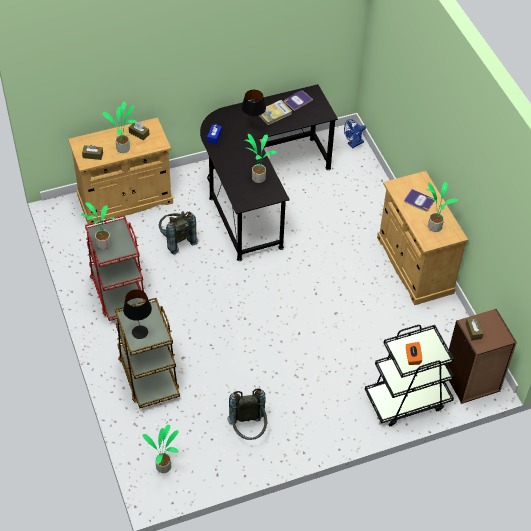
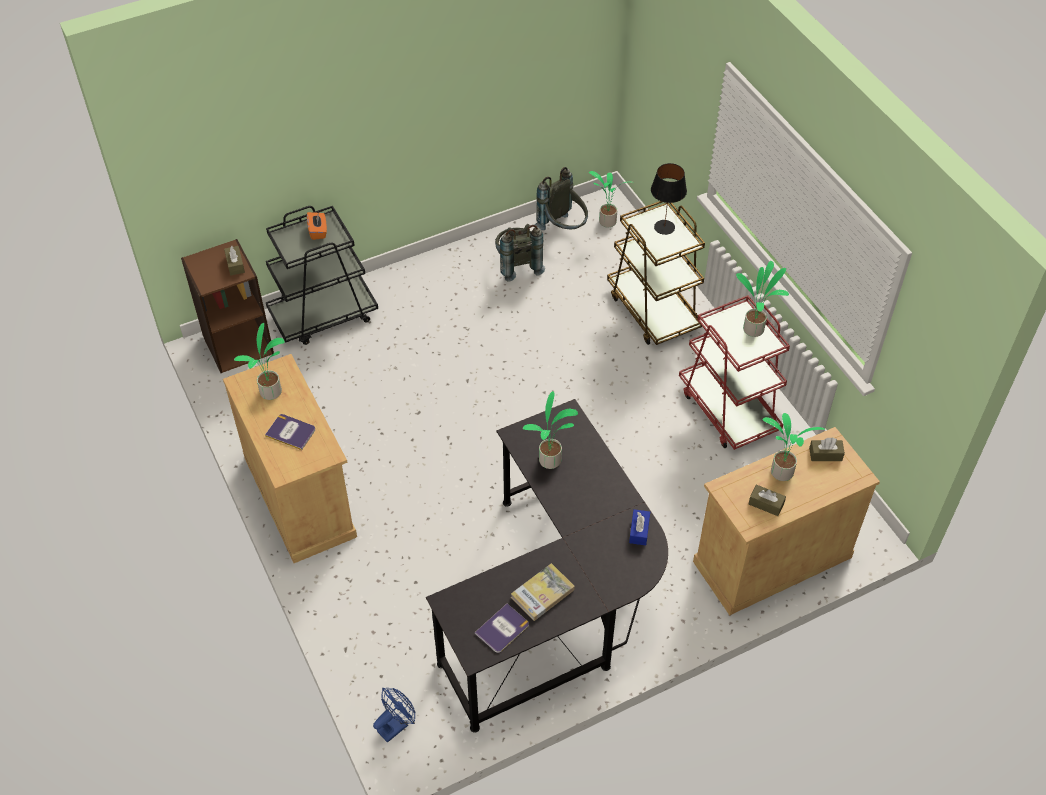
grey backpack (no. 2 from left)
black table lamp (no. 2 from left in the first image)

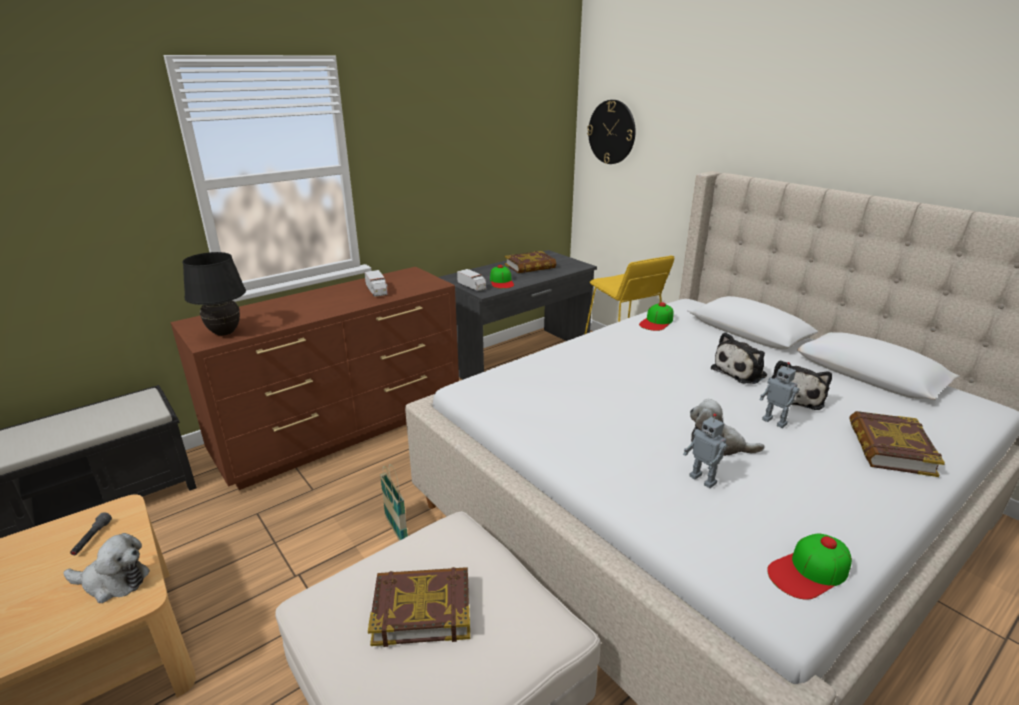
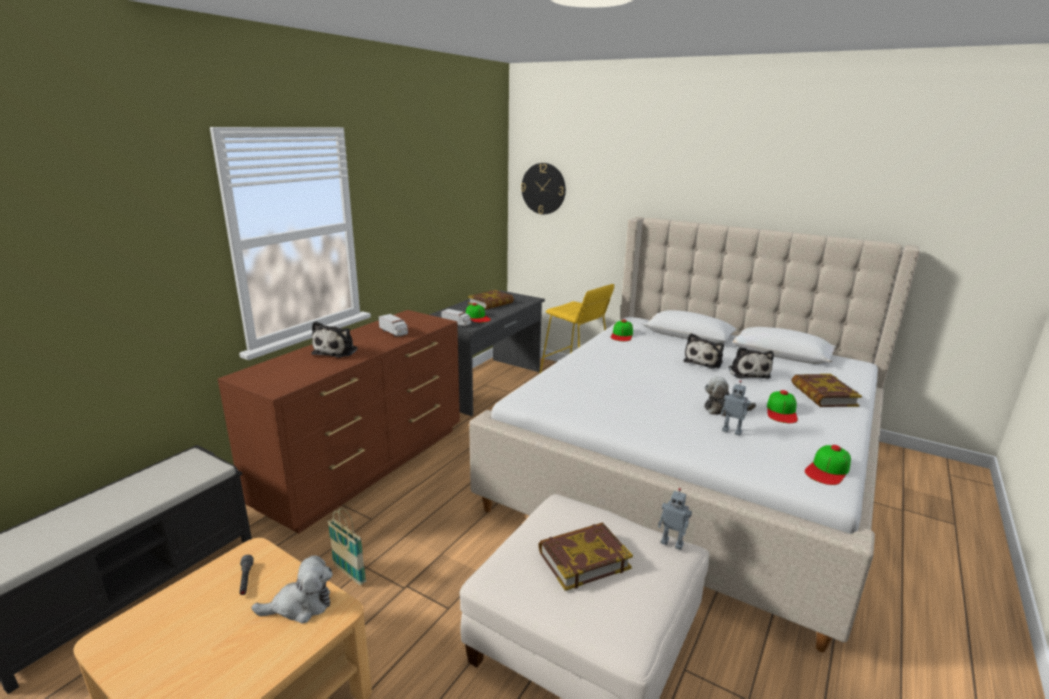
plush toy (no. 2 from left)
basket
toy robot (no. 1 from left)
cap (no. 3 from left)
black table lamp

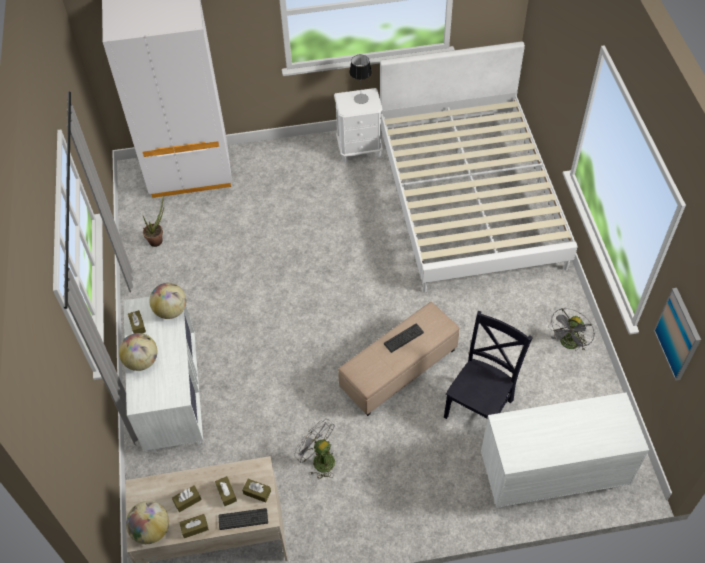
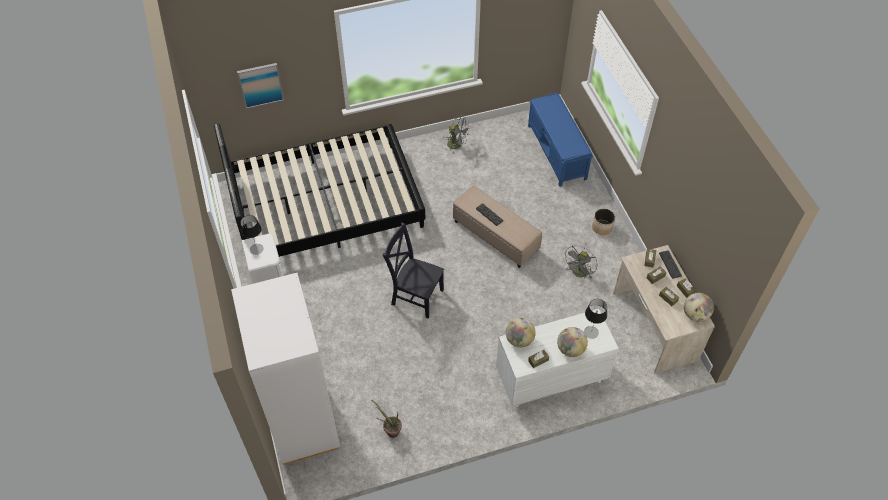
black bed
picture
black chair
blue bench
table lamp (no. 2 from left)
planter

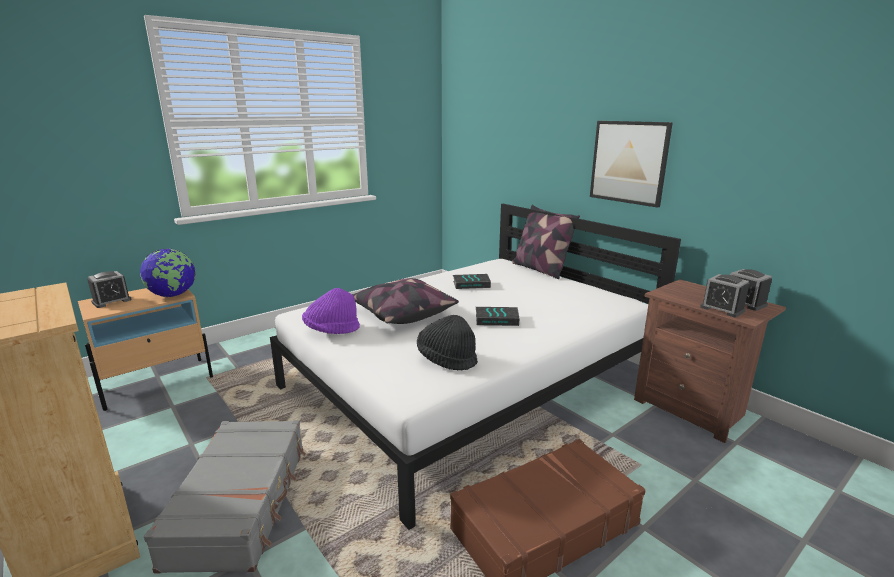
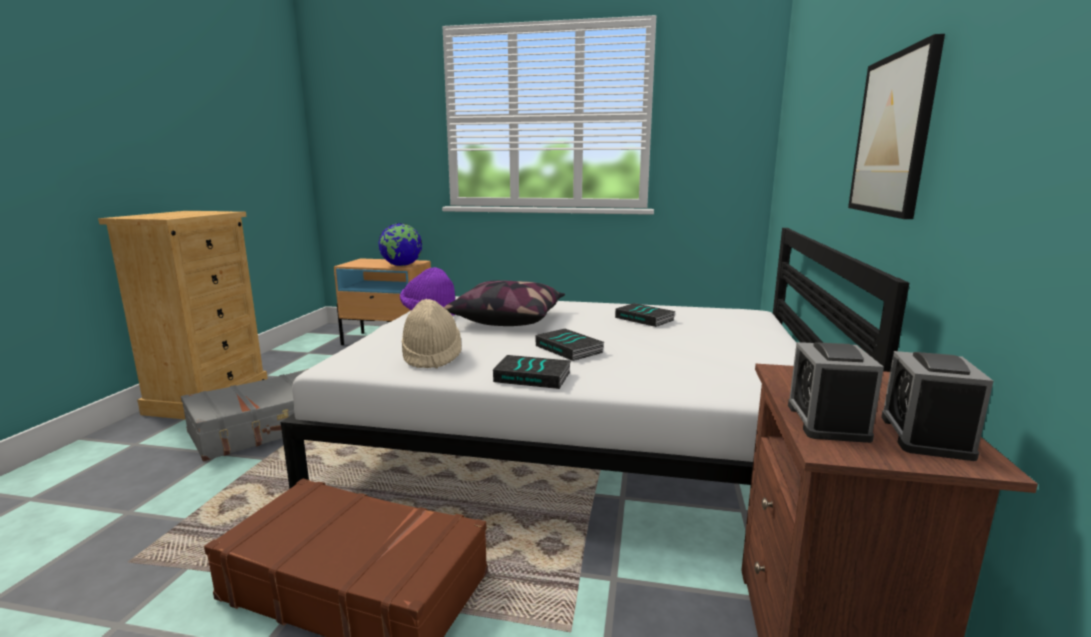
beige hat
book (no. 1 from left)
alarm clock (no. 1 from left in the first image)
pillow (no. 2 from left in the first image)

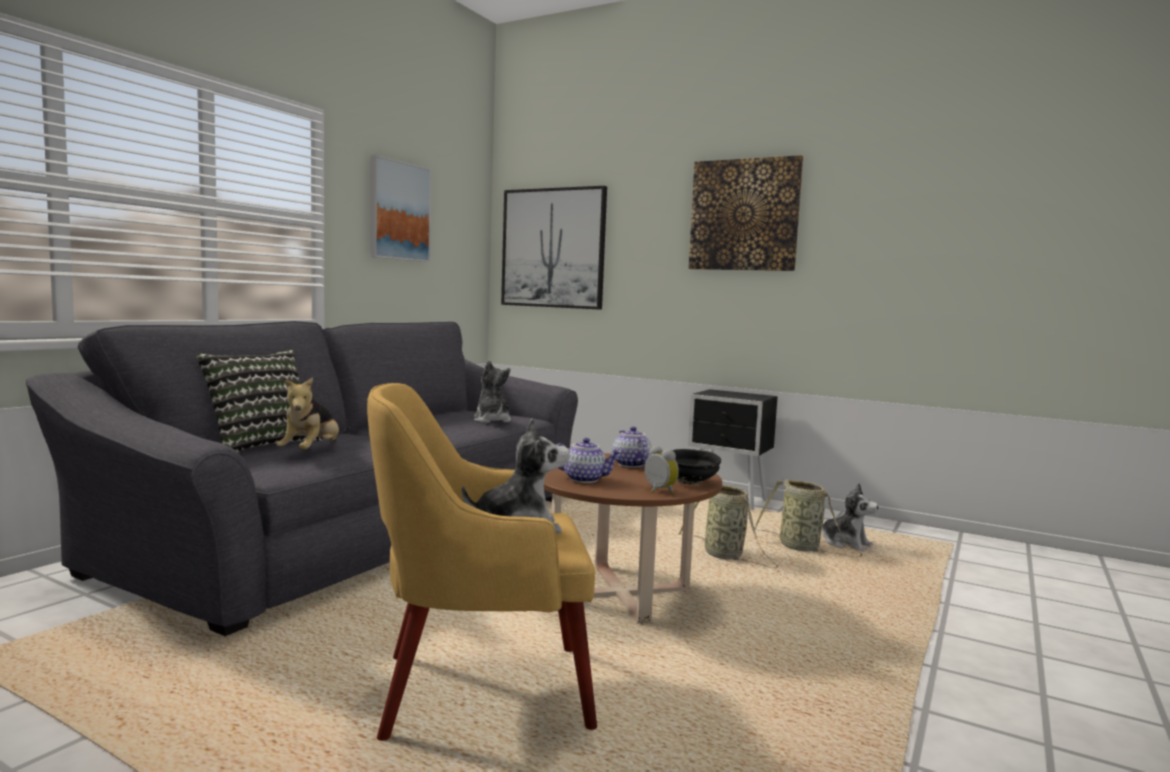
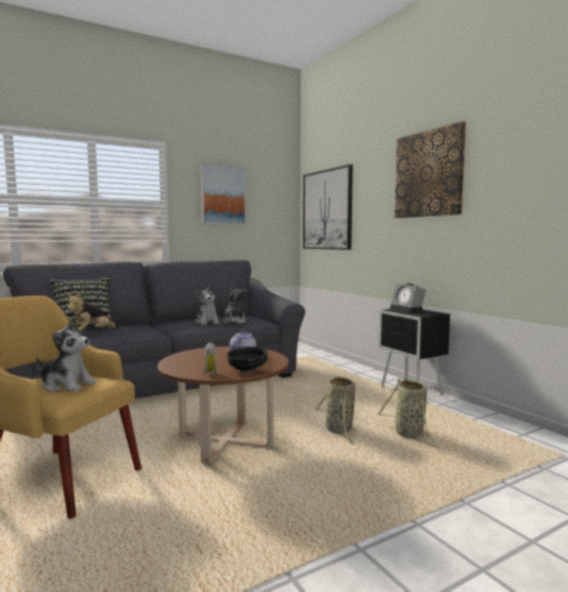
plush toy (no. 3 from left)
alarm clock (no. 2 from left)
teapot (no. 1 from left in the first image)

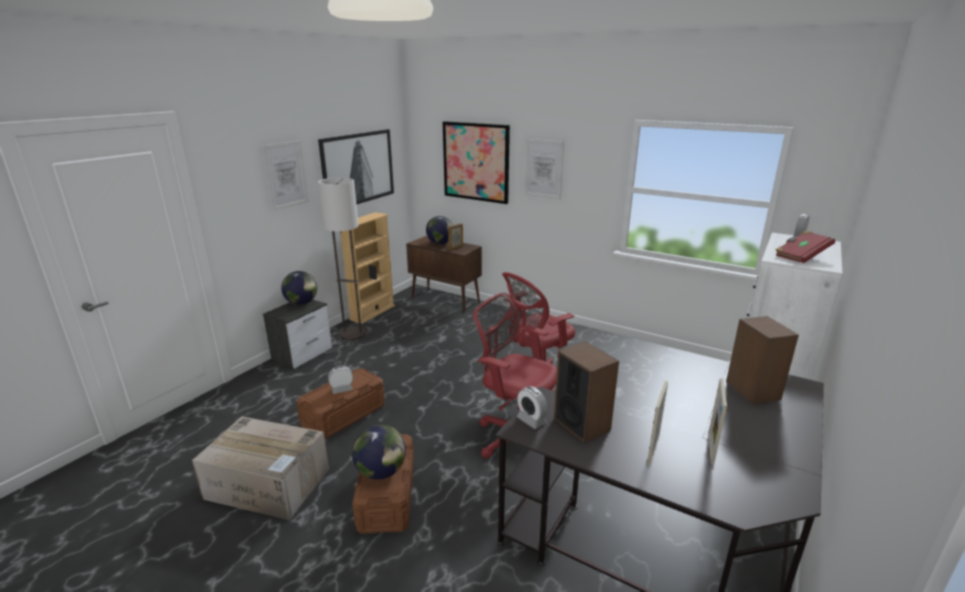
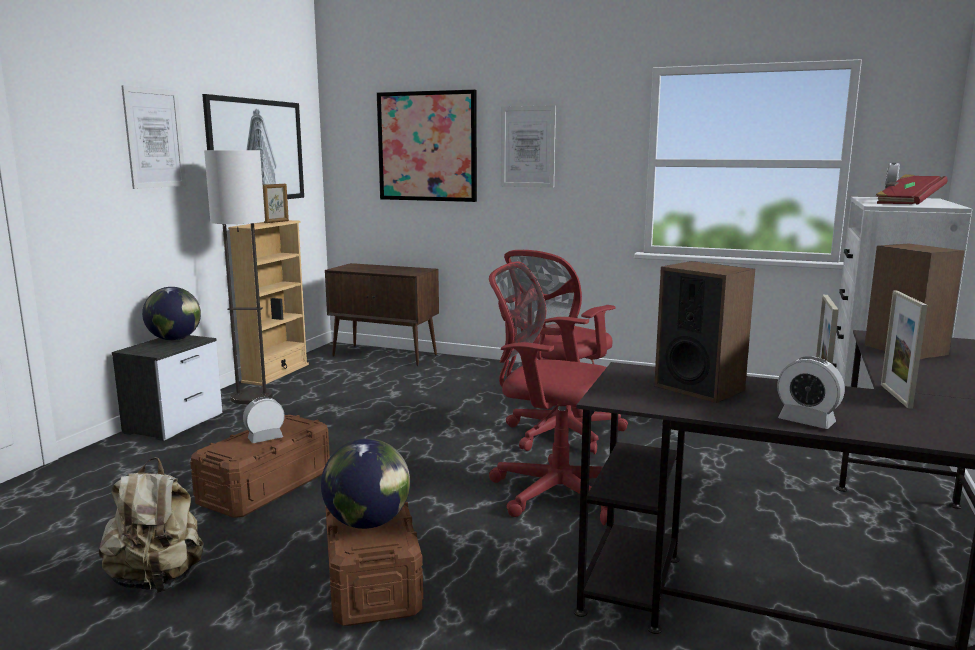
beige backpack
picture frame (no. 1 from left)
alarm clock (no. 2 from left)
globe (no. 3 from left in the first image)

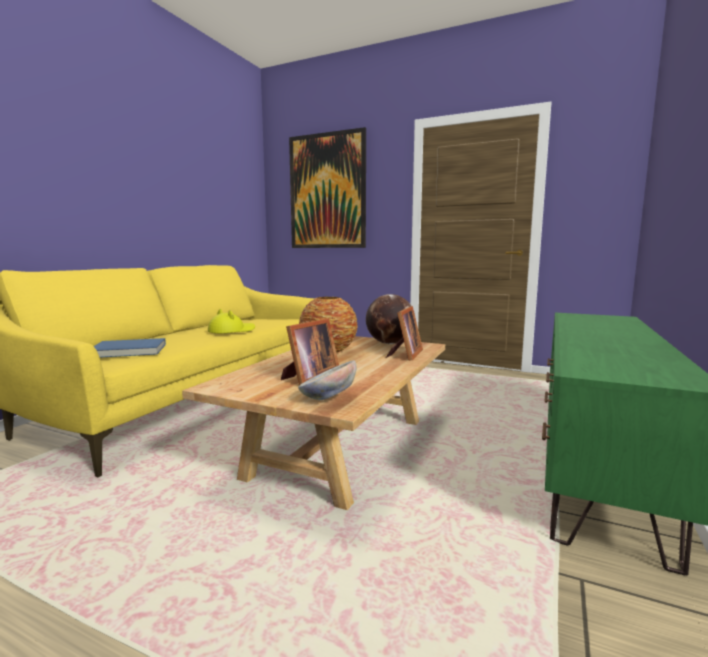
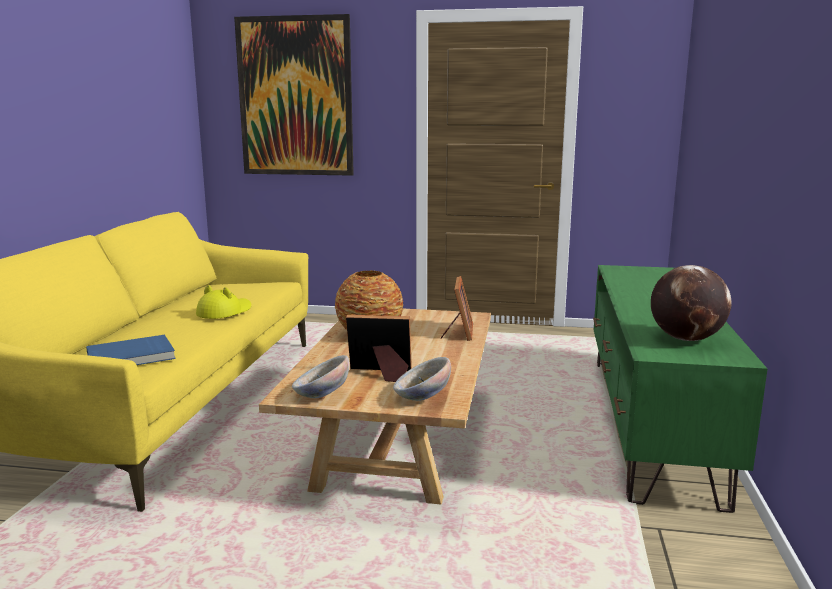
bowl (no. 1 from left)
picture frame (no. 1 from left)
globe

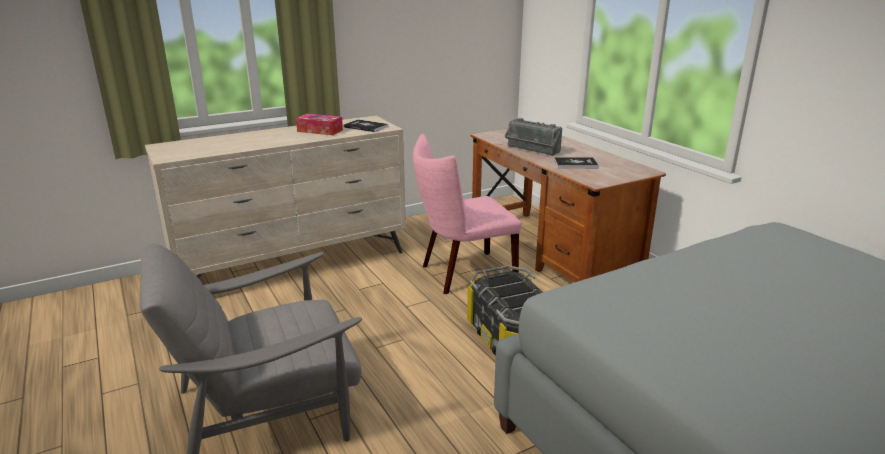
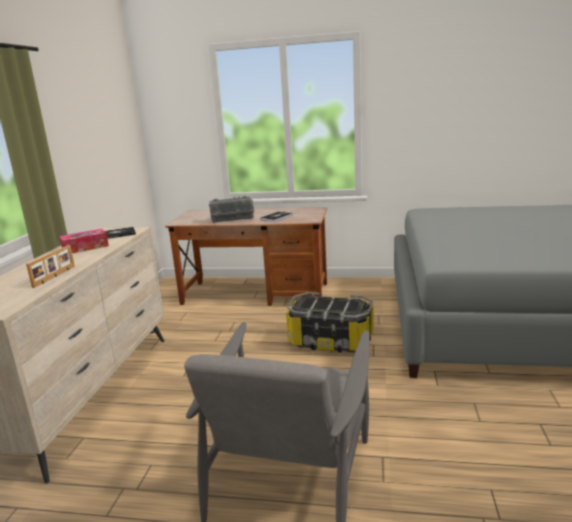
picture frame
pink chair

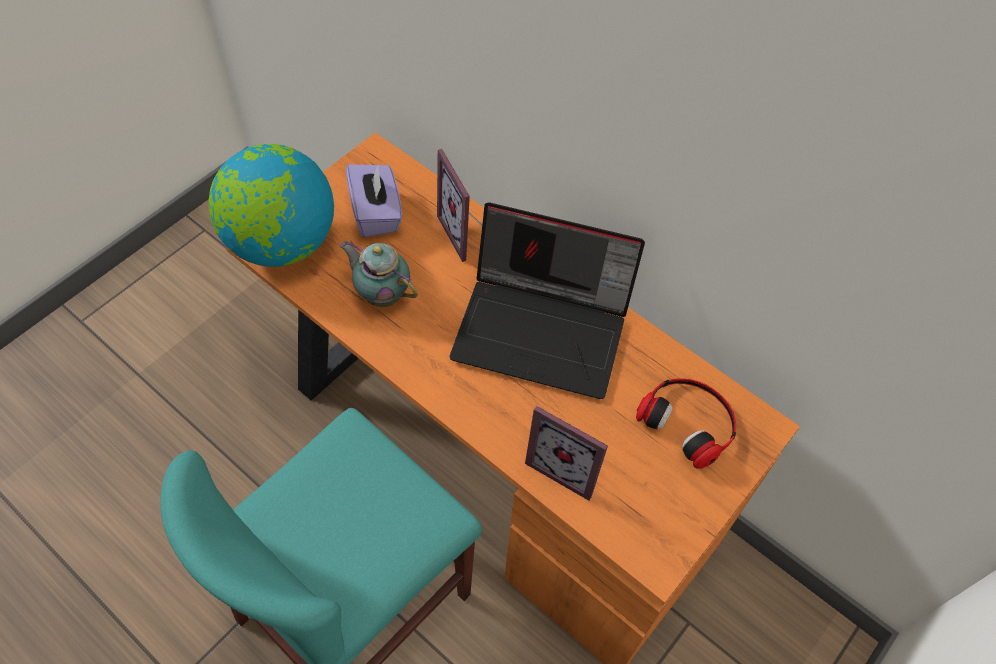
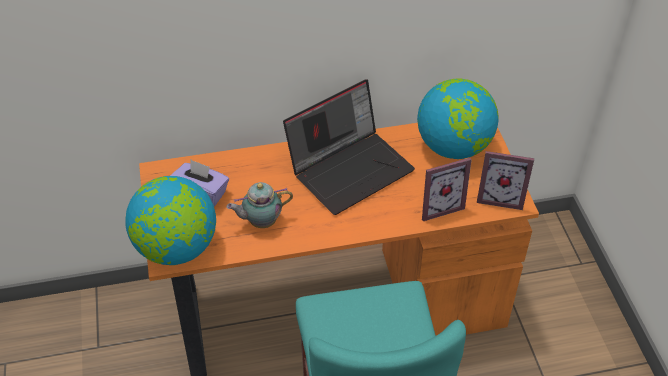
globe (no. 2 from left)
picture frame (no. 2 from left)

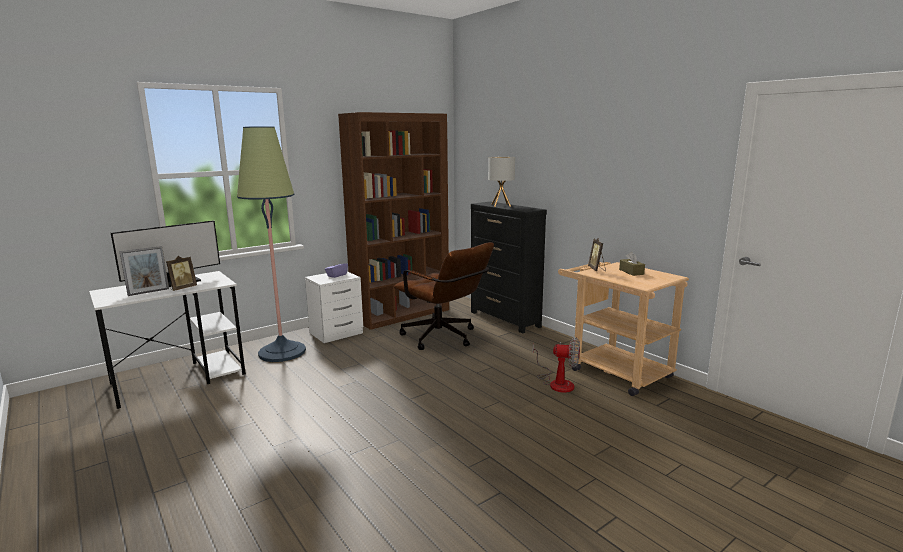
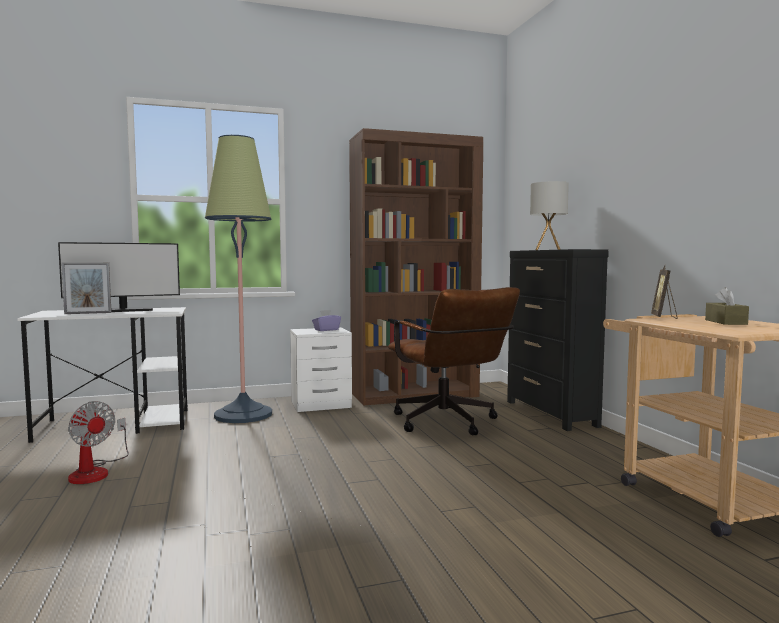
fan
picture frame (no. 2 from left in the first image)

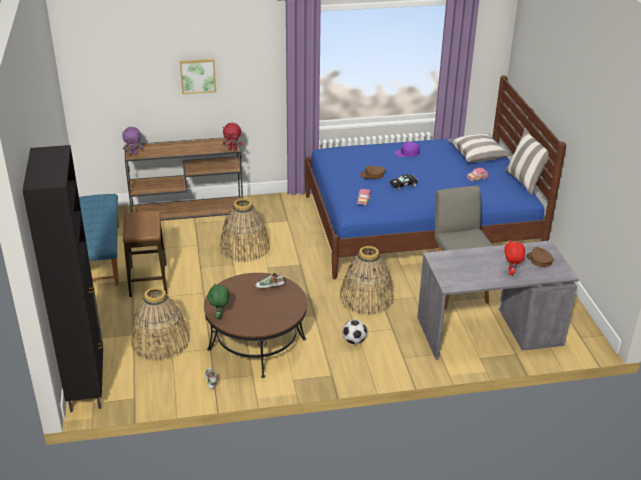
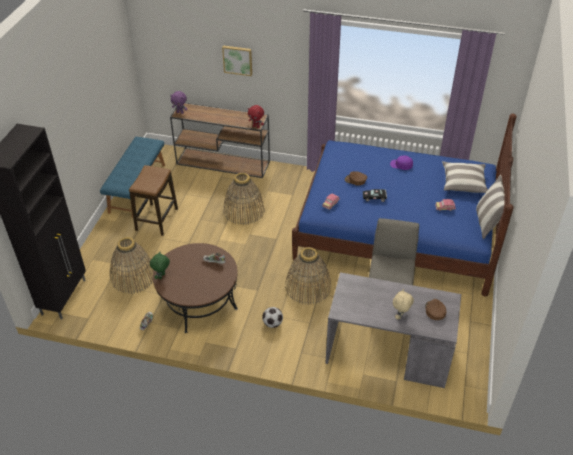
beige plush toy

